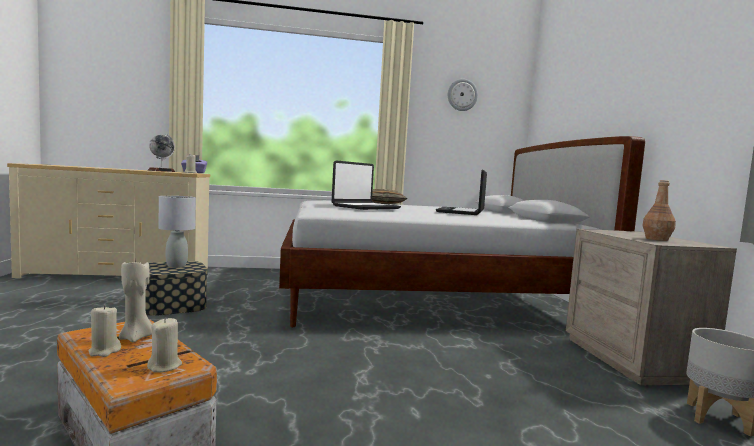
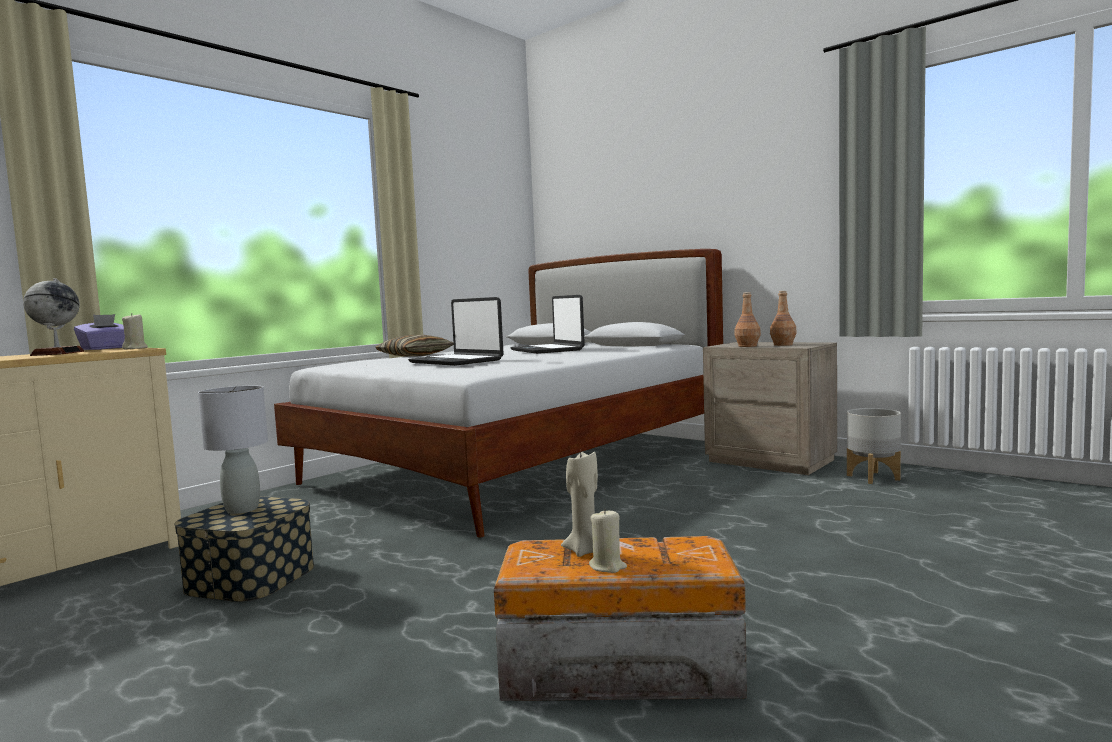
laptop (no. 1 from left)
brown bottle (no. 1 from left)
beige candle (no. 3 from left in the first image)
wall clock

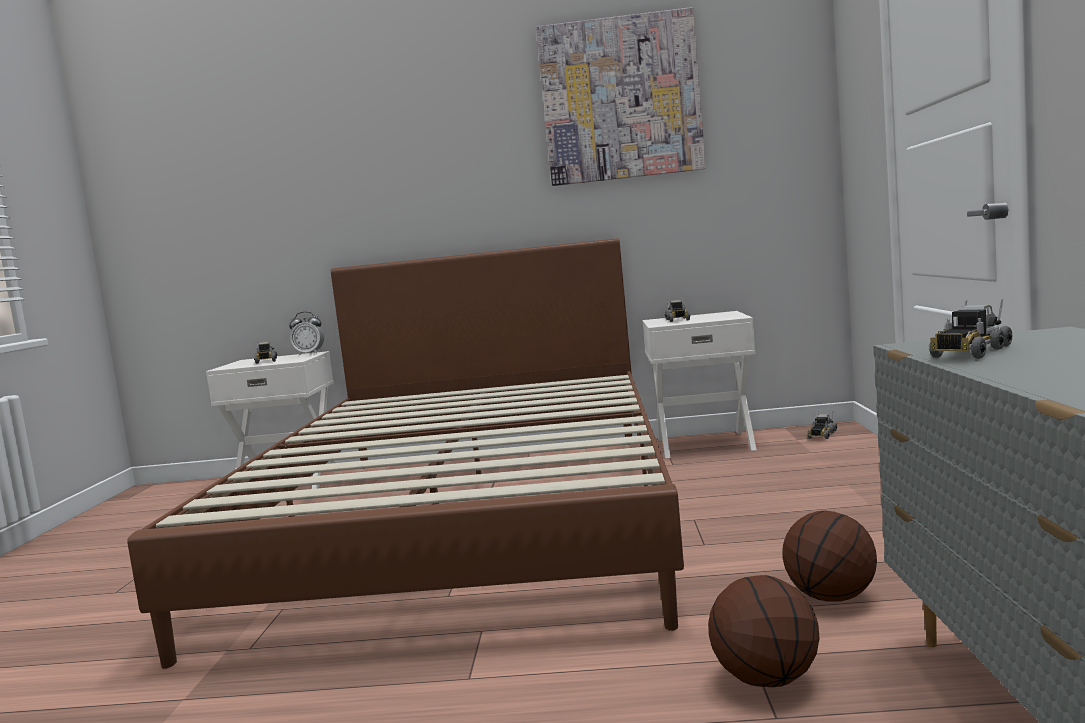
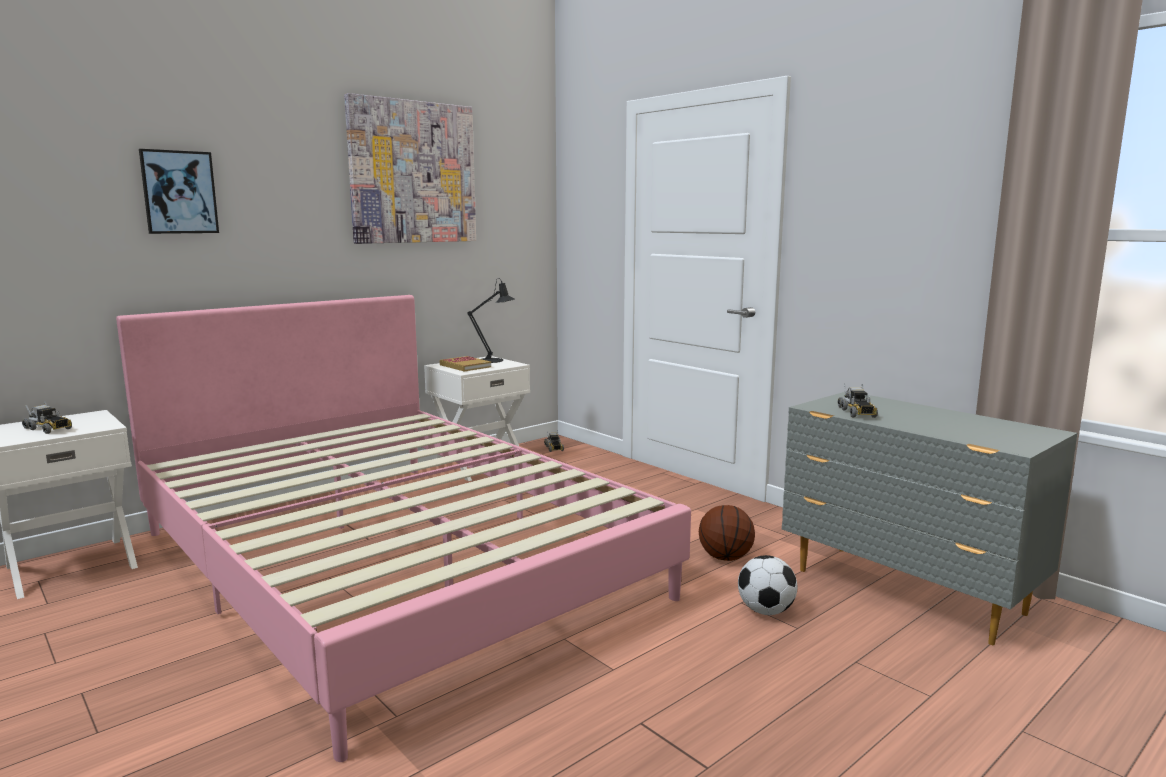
pink bed
picture (no. 1 from left)
book
black table lamp
football
alarm clock

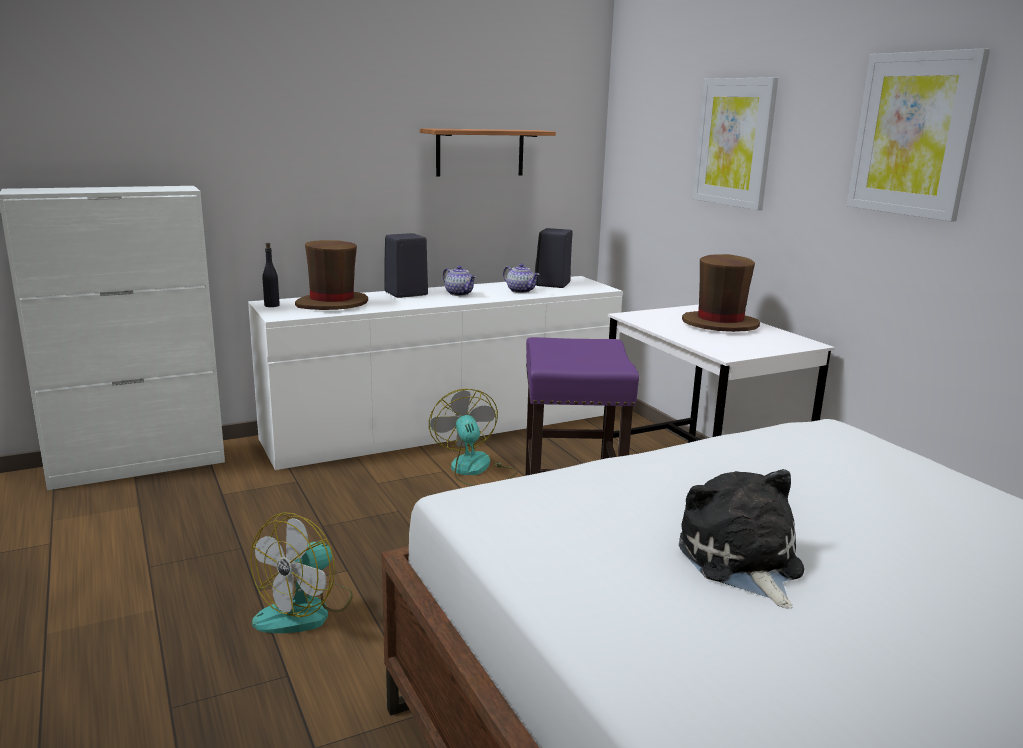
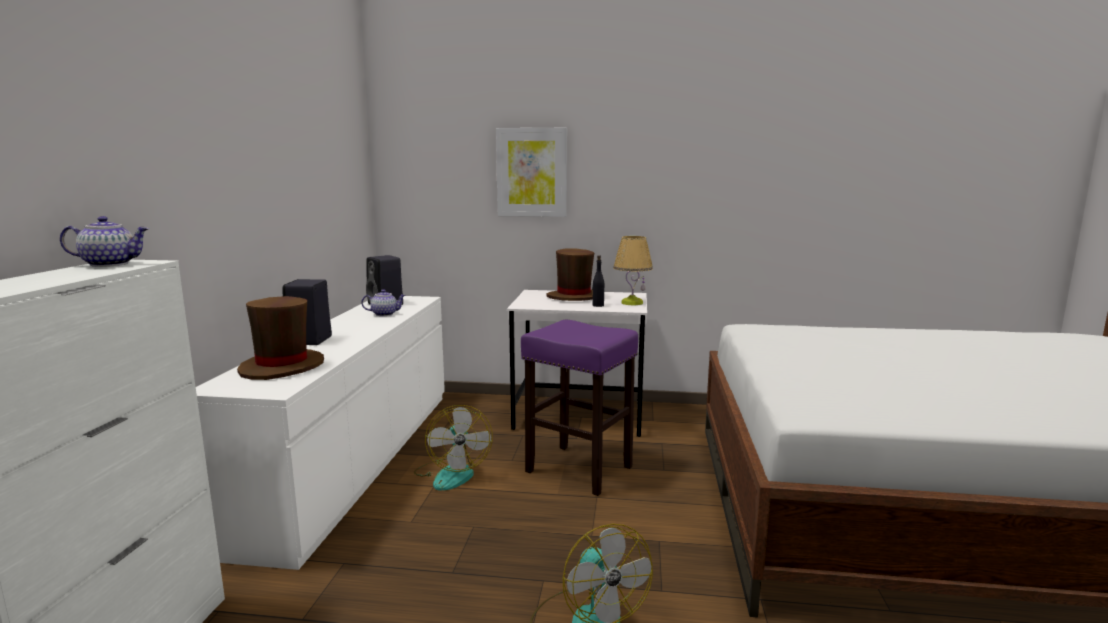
teapot (no. 1 from left)
fan (no. 1 from left)
black bottle
table lamp
shelf
plush toy
picture (no. 2 from left in the first image)

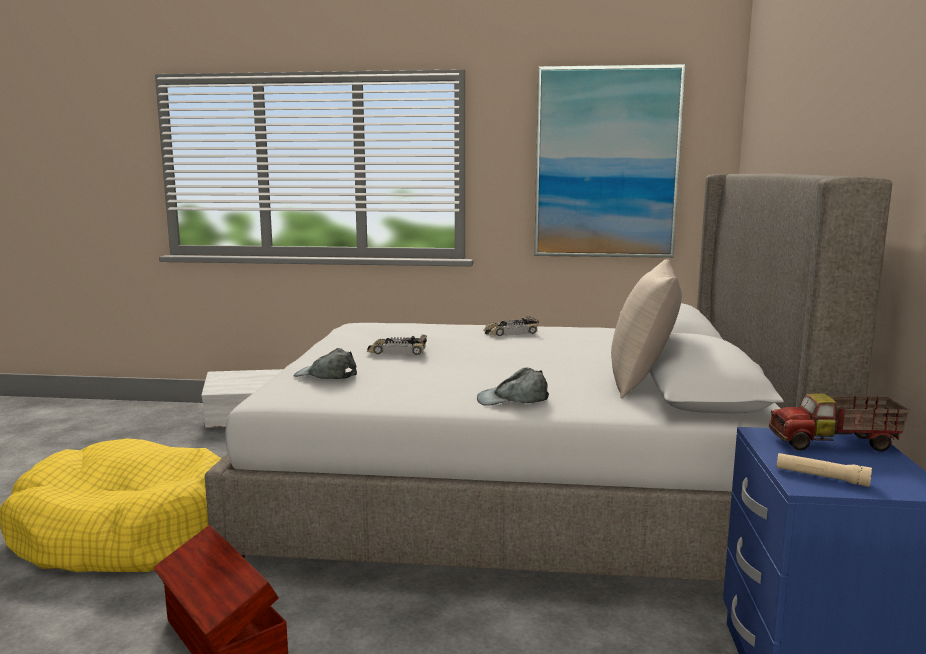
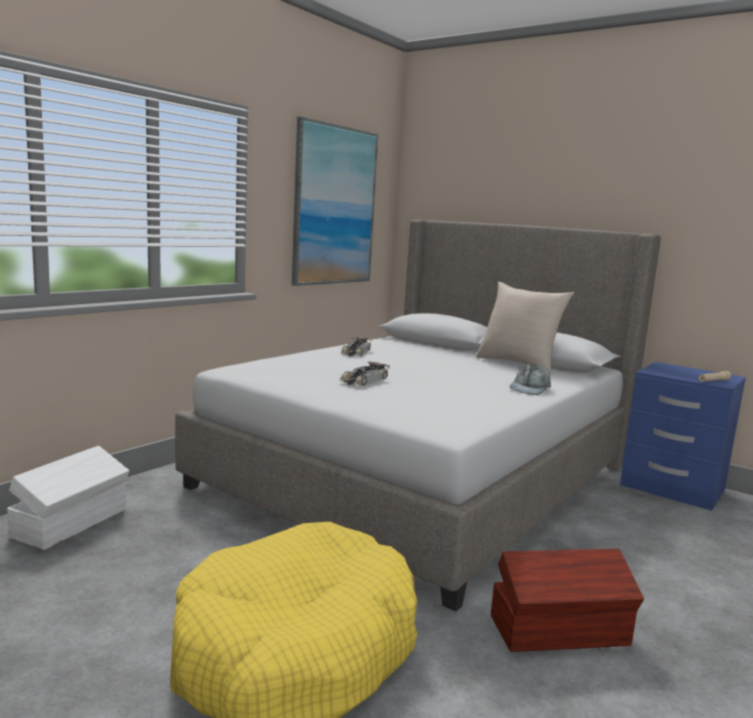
grey cap (no. 1 from left in the first image)
toy truck

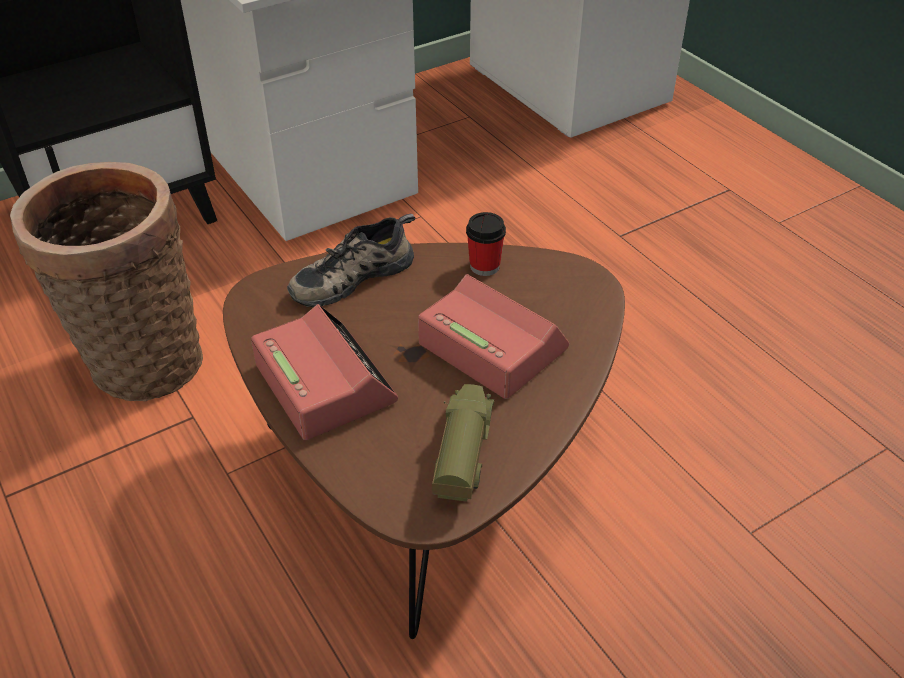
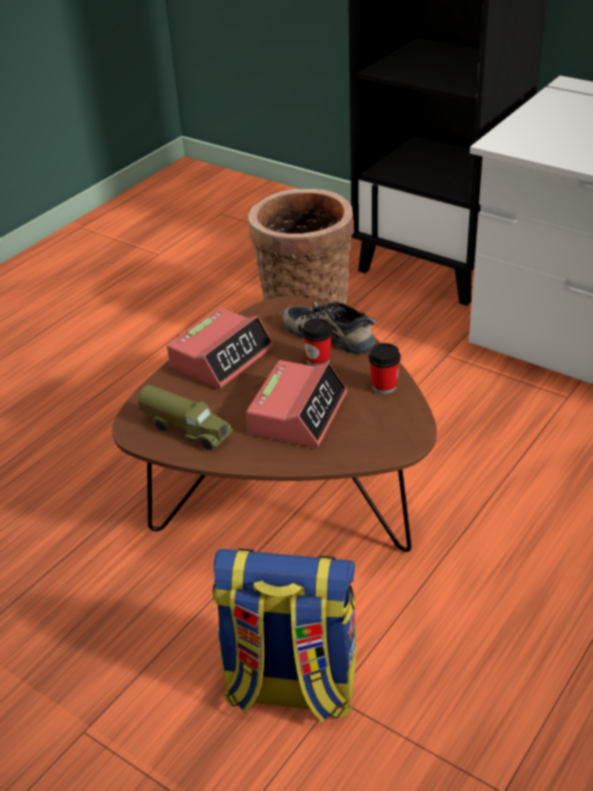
toy truck
backpack
cup (no. 1 from left)

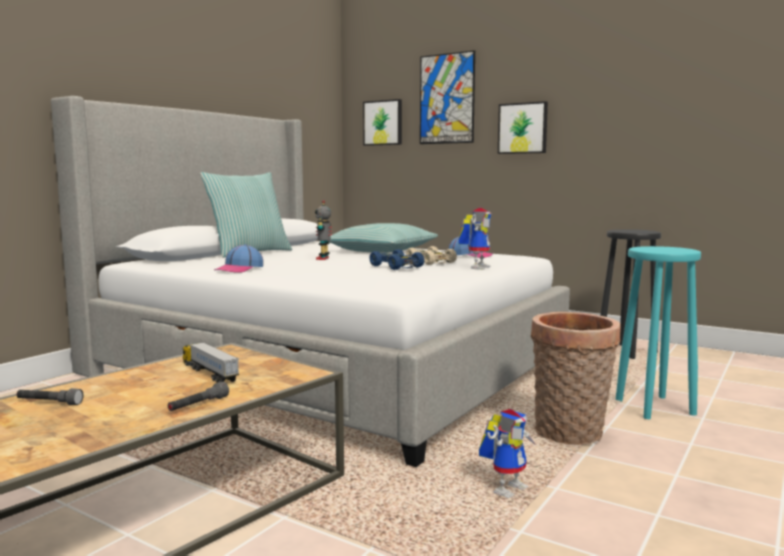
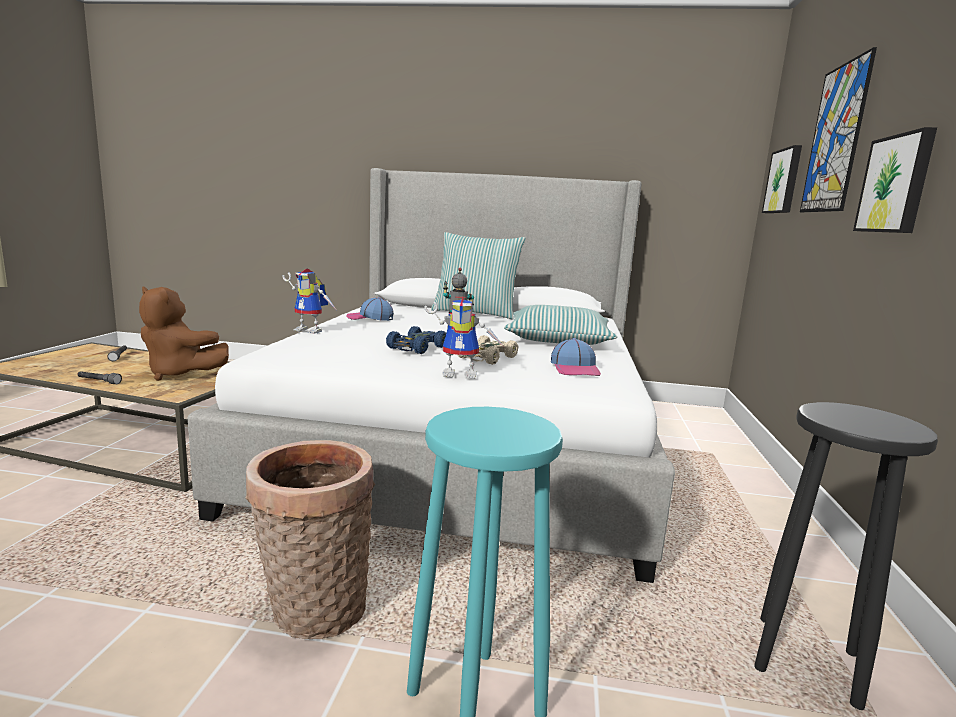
brown plush toy
toy robot (no. 1 from left)

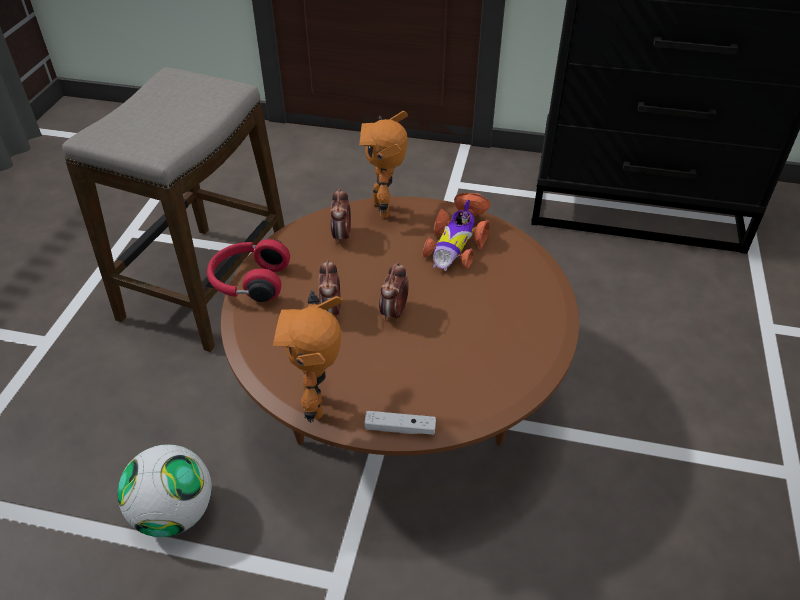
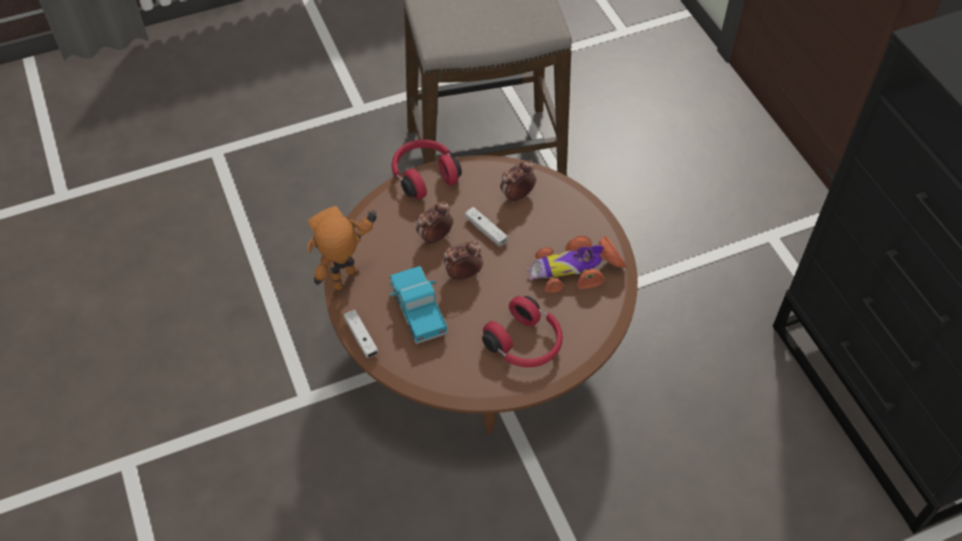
toy truck
white game controller (no. 2 from left)
red headphones (no. 2 from left)
football
toy robot (no. 2 from left in the first image)

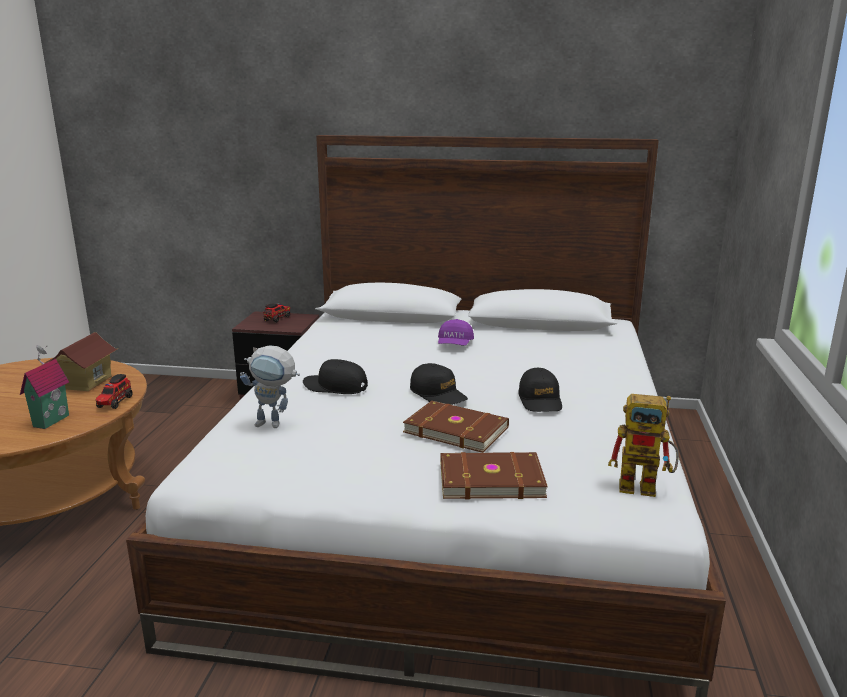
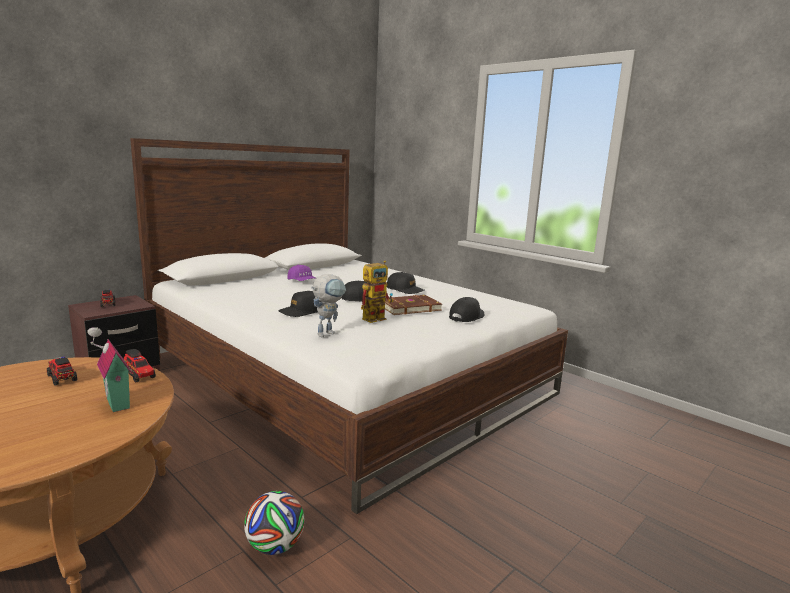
toy truck (no. 1 from left)
football
toy robot (no. 2 from left)
black cap (no. 4 from left)

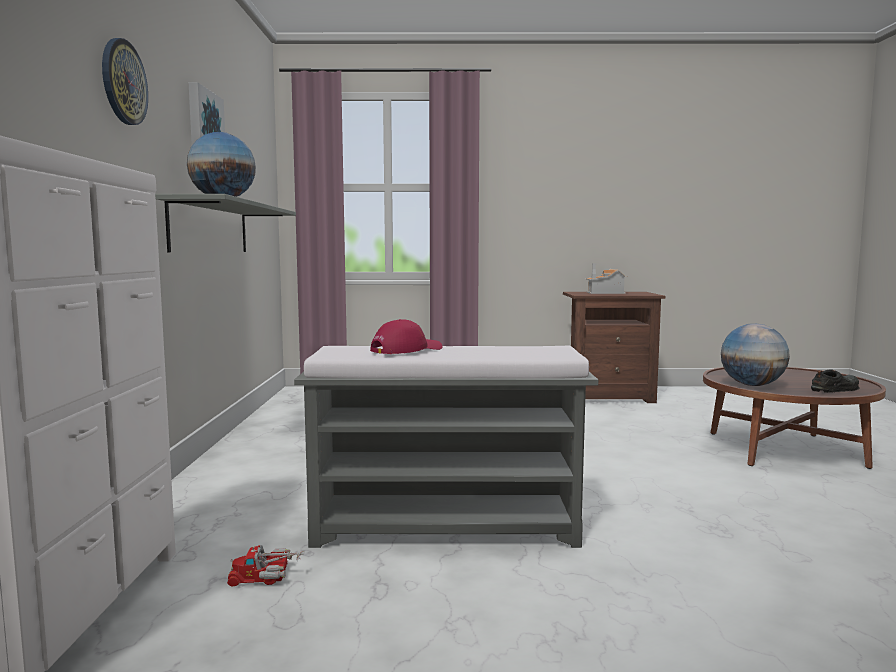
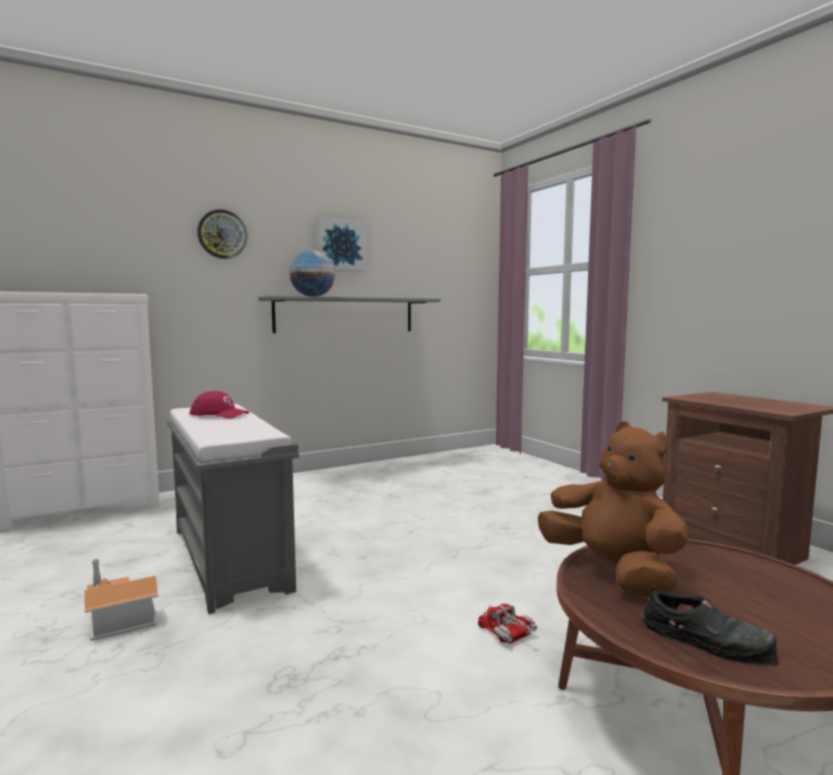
toy house
toy truck
brown plush toy

